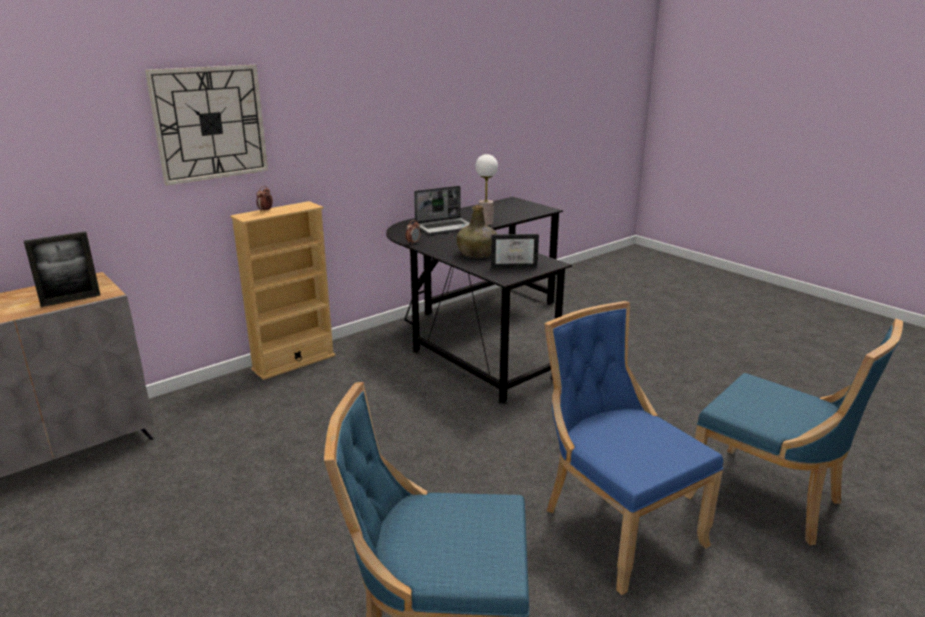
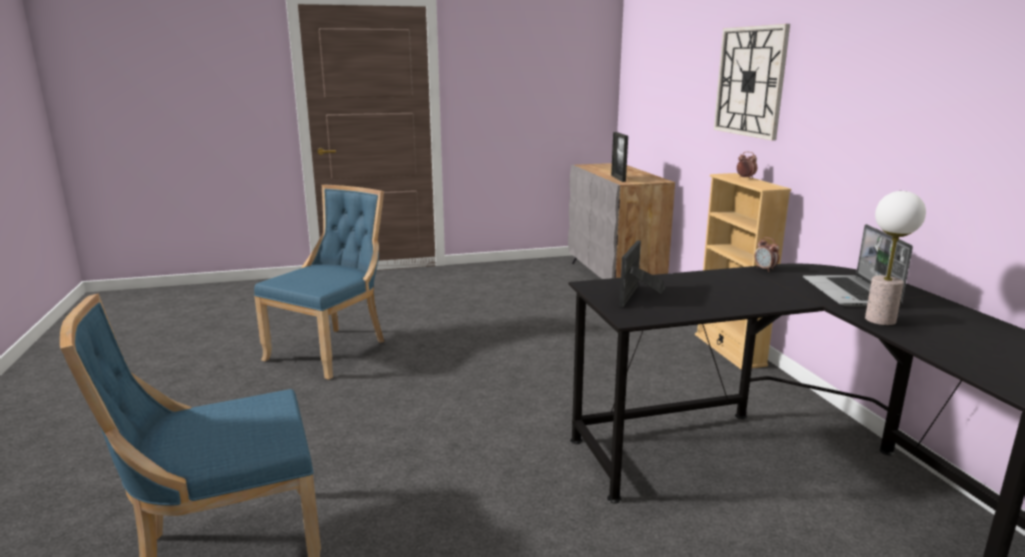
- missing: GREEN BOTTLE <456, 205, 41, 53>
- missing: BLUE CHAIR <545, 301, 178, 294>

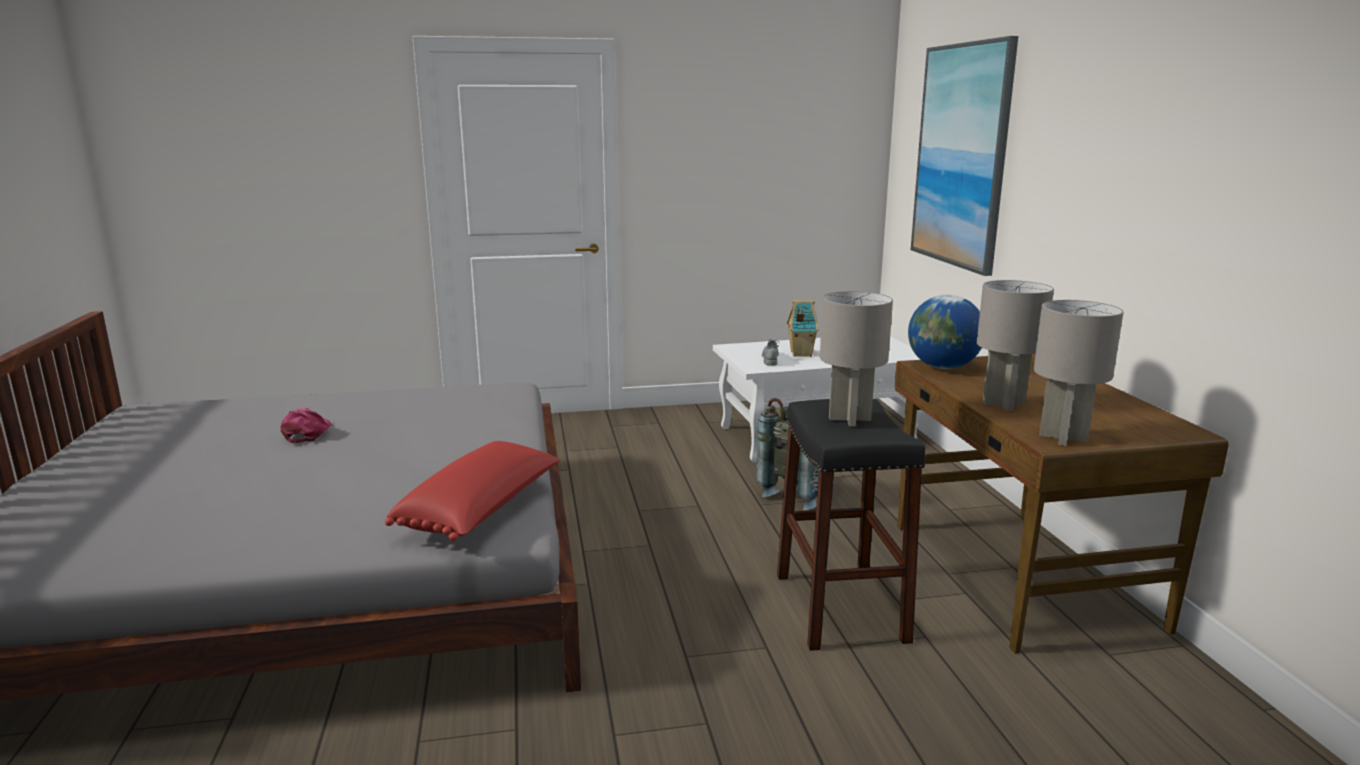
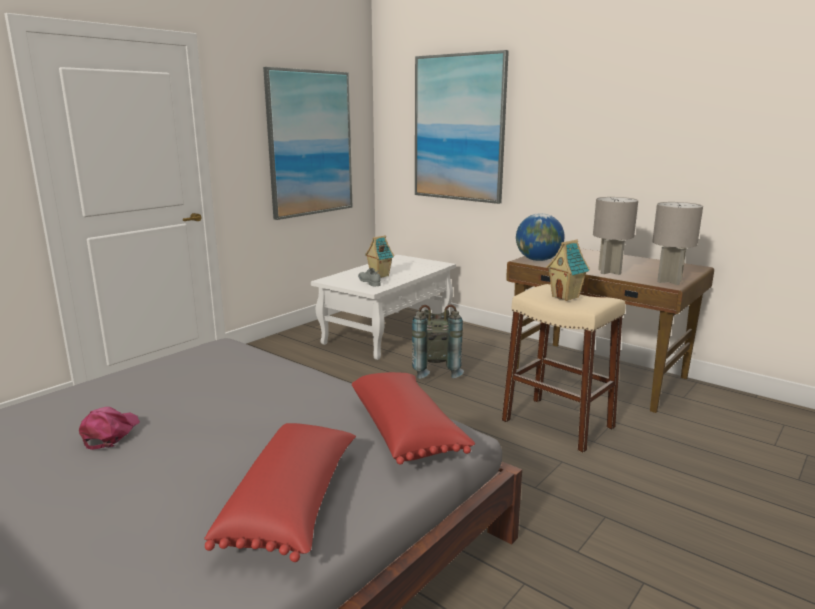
- spun: PINK CAP <280, 408, 52, 35> = <79, 407, 61, 43> 45 degrees clockwise
- appeared: RED PILLOW <204, 423, 152, 139>
- appeared: PICTURE <263, 67, 89, 153>
- colour: BLACK STOOL <777, 399, 148, 252> to BEIGE STOOL <502, 284, 124, 169>
- exchanged: GREY TABLE LAMP <820, 291, 73, 136> to TOY HOUSE <546, 240, 44, 61>

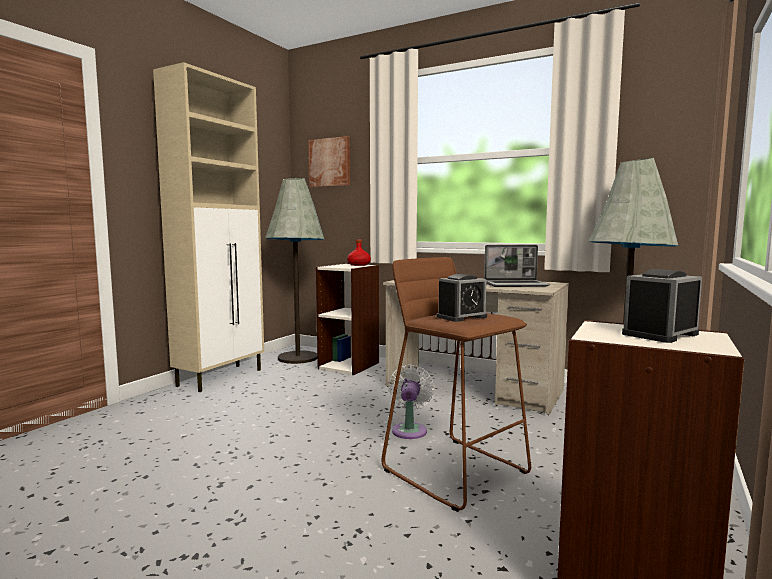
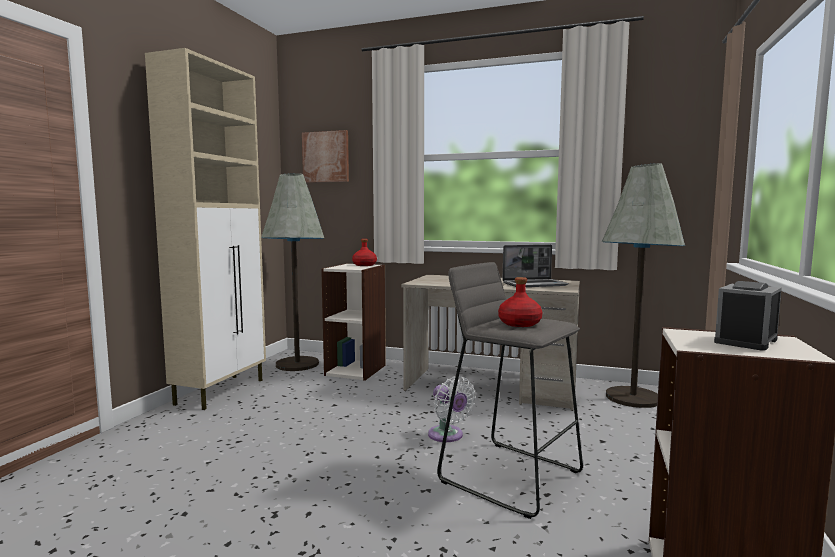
- spun: WHITE FAN <388, 365, 46, 74> = <428, 376, 48, 66> 150 degrees clockwise
- colour: BROWN STOOL <382, 257, 149, 255> to GREY STOOL <437, 262, 146, 257>
- exchanged: ALARM CLOCK <437, 274, 50, 48> to RED BOTTLE <498, 277, 44, 50>

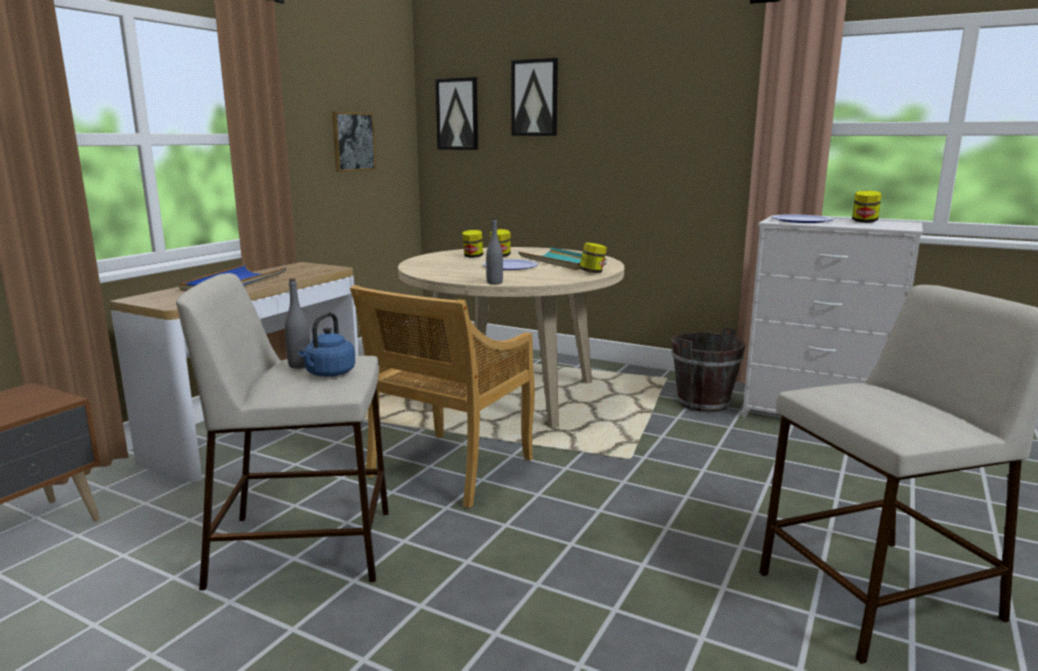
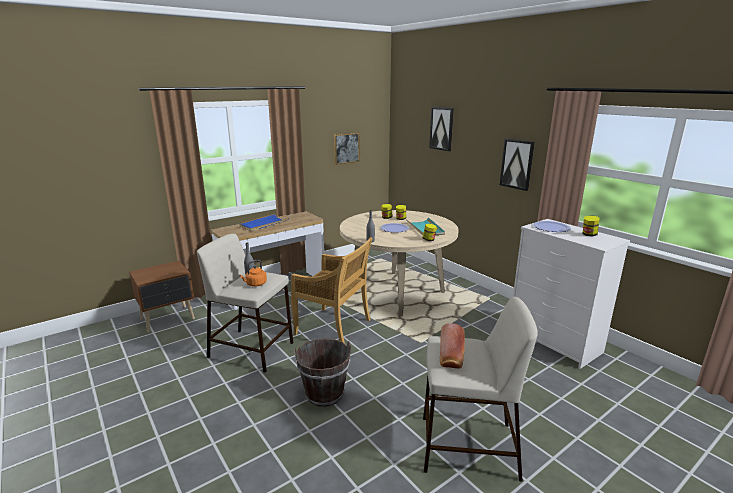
- colour: BLUE KETTLE <299, 313, 56, 64> to ORANGE KETTLE <240, 260, 27, 27>
- spun: BEIGE CHAIR <350, 285, 185, 223> = <291, 237, 82, 107> 120 degrees counterclockwise
- relocated: BROWN BUCKET <671, 327, 75, 85> to <294, 338, 57, 69>
- appeared: BREAD <440, 323, 25, 46>
- relocated: PICTURE <435, 77, 43, 73> to <500, 139, 35, 52>

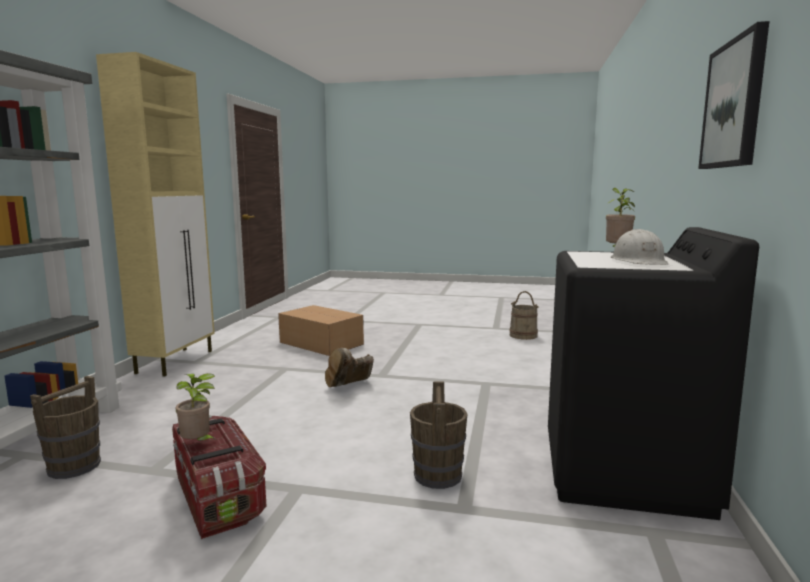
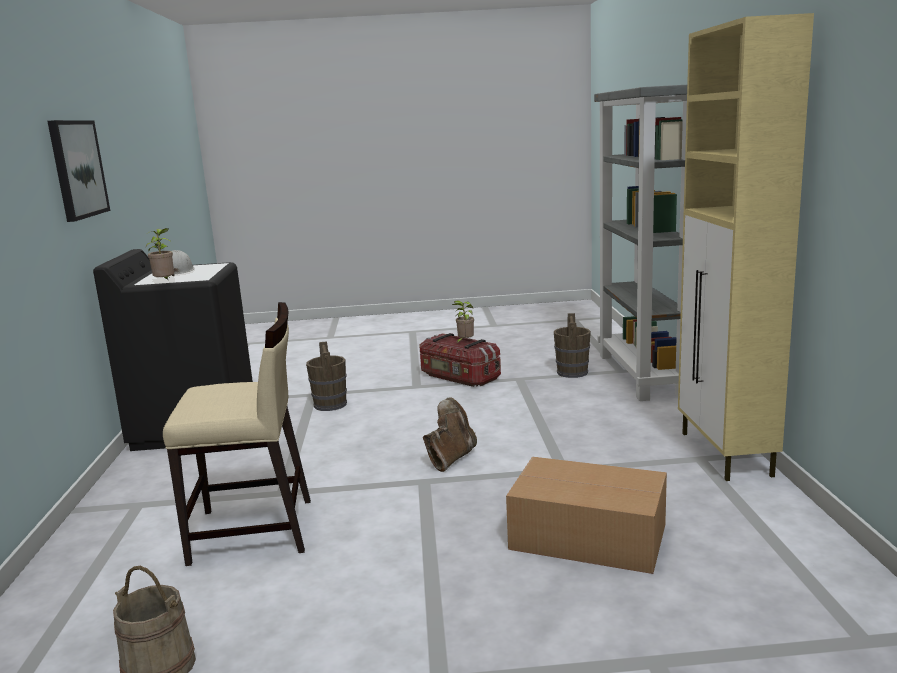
- appeared: BEIGE CHAIR <163, 302, 148, 264>

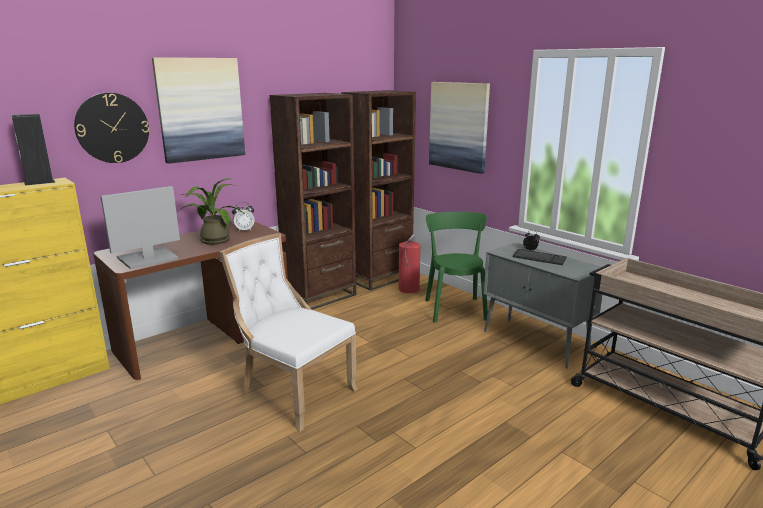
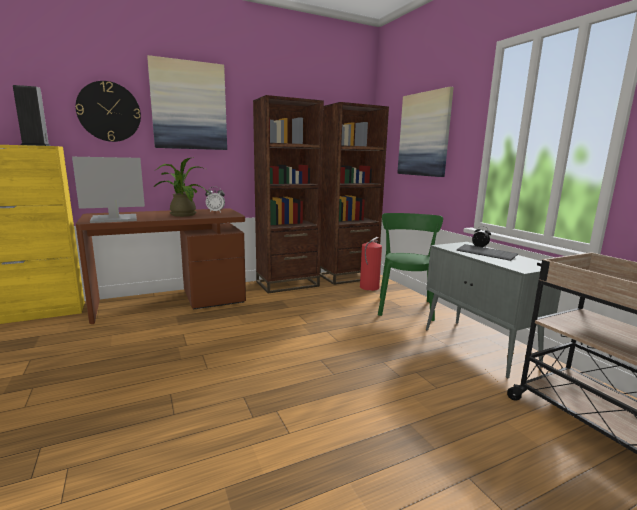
- missing: WHITE CHAIR <219, 233, 139, 199>

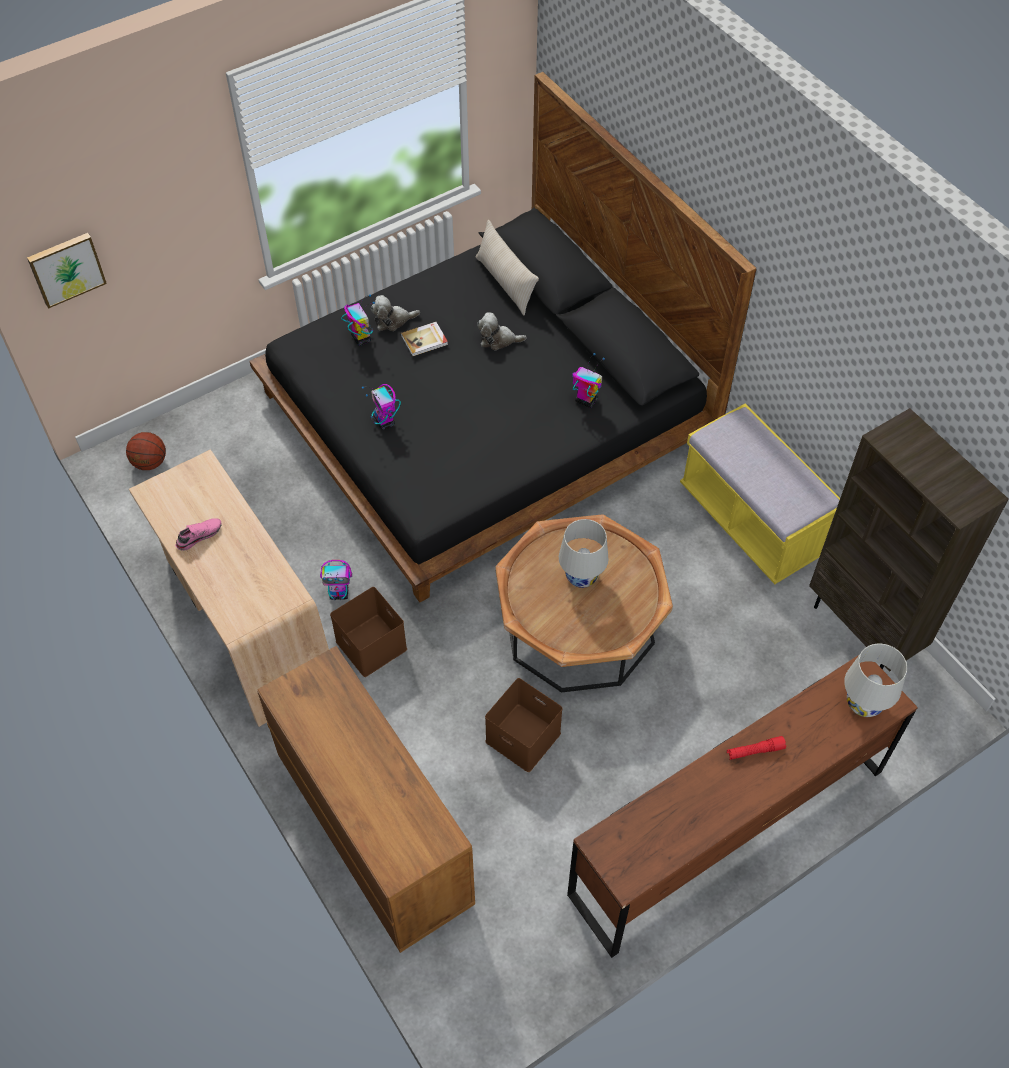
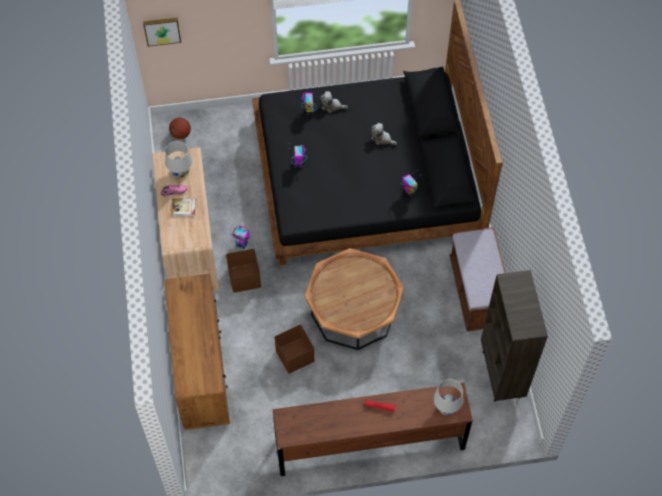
- relocated: WHITE TABLE LAMP <559, 519, 49, 69> to <165, 141, 27, 37>
- relocated: BOOK <401, 322, 47, 34> to <171, 198, 25, 18>
- colour: YELLOW BENCH <680, 403, 160, 181> to BROWN BENCH <449, 227, 57, 104>
- missing: BEIGE PILLOW <476, 220, 63, 95>

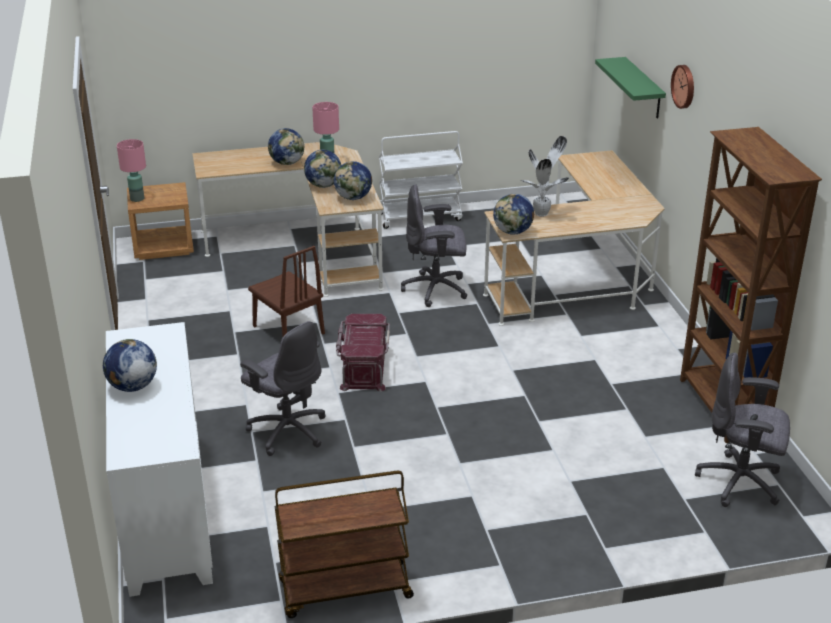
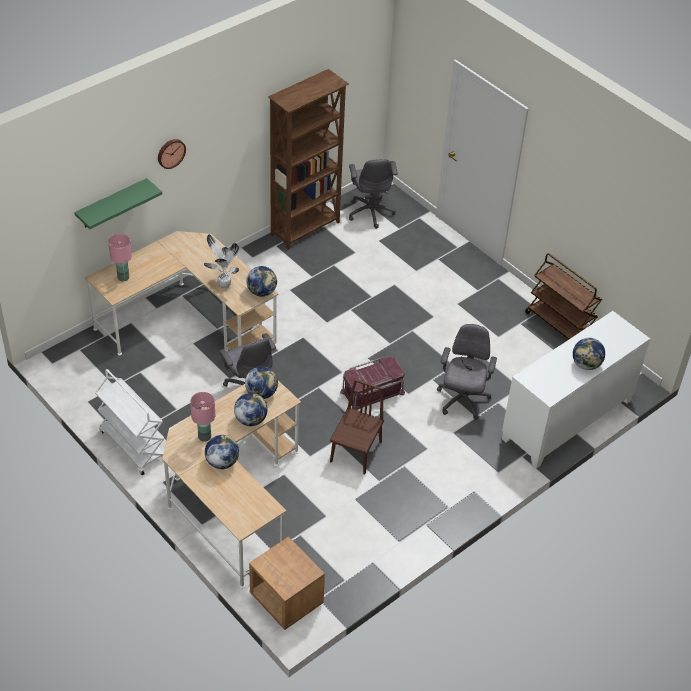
- relocated: PINK TABLE LAMP <117, 139, 29, 63> to <108, 234, 24, 47>

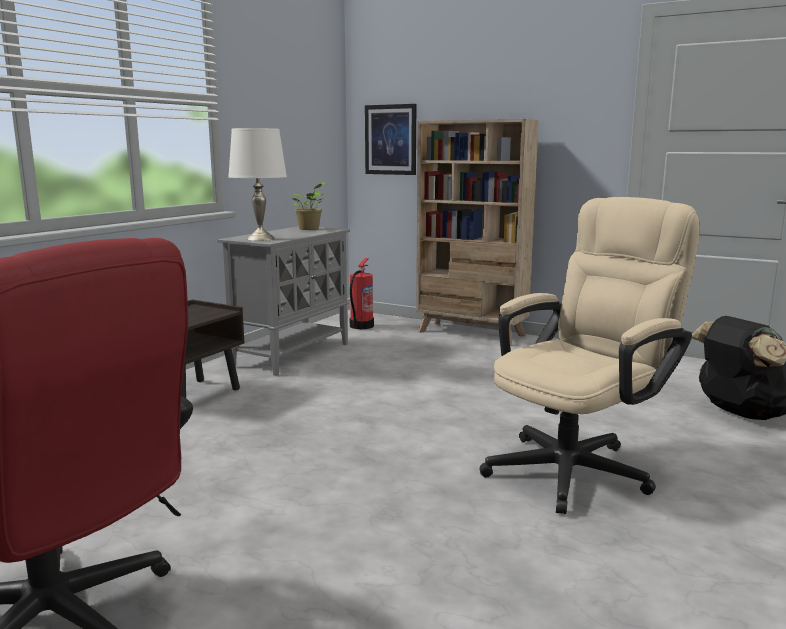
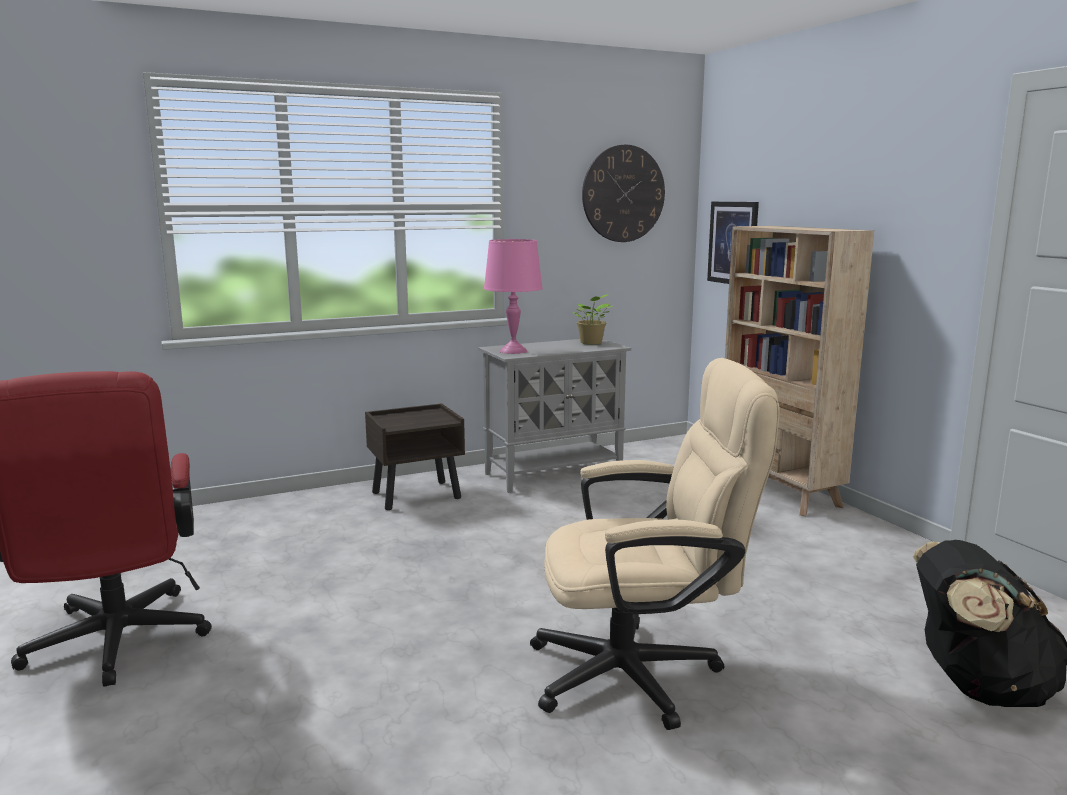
- colour: WHITE TABLE LAMP <228, 128, 59, 113> to PINK TABLE LAMP <484, 239, 59, 115>
- appeared: WALL CLOCK <582, 145, 83, 97>
- missing: FIRE EXTINGUISHER <350, 258, 24, 71>

